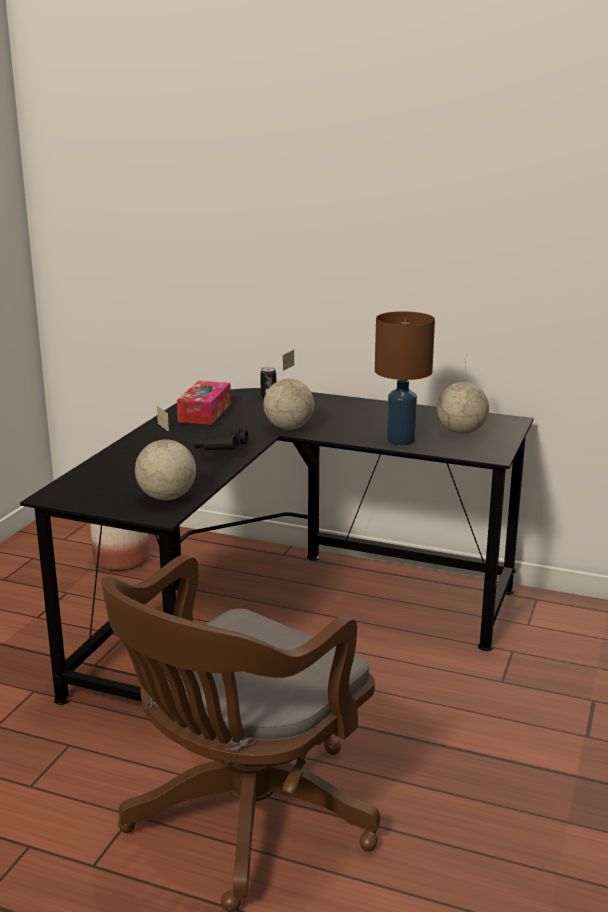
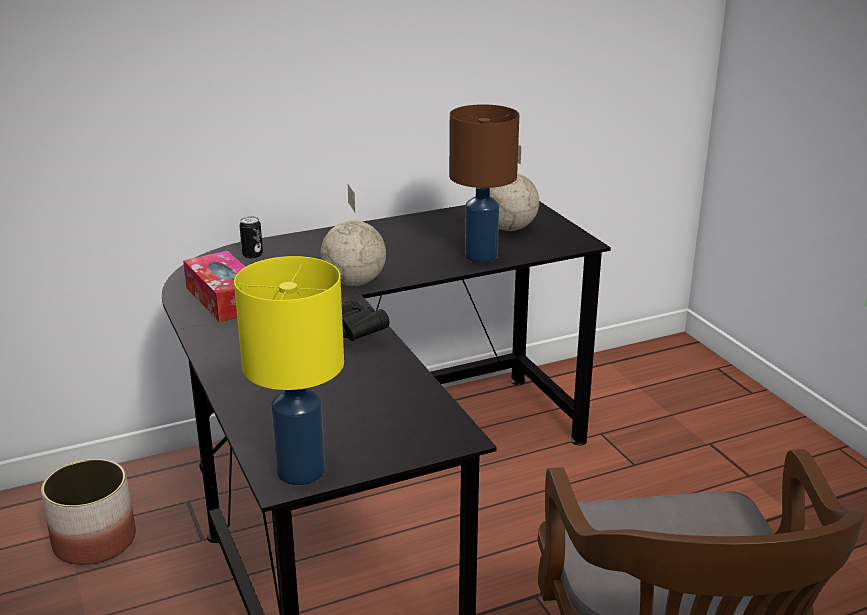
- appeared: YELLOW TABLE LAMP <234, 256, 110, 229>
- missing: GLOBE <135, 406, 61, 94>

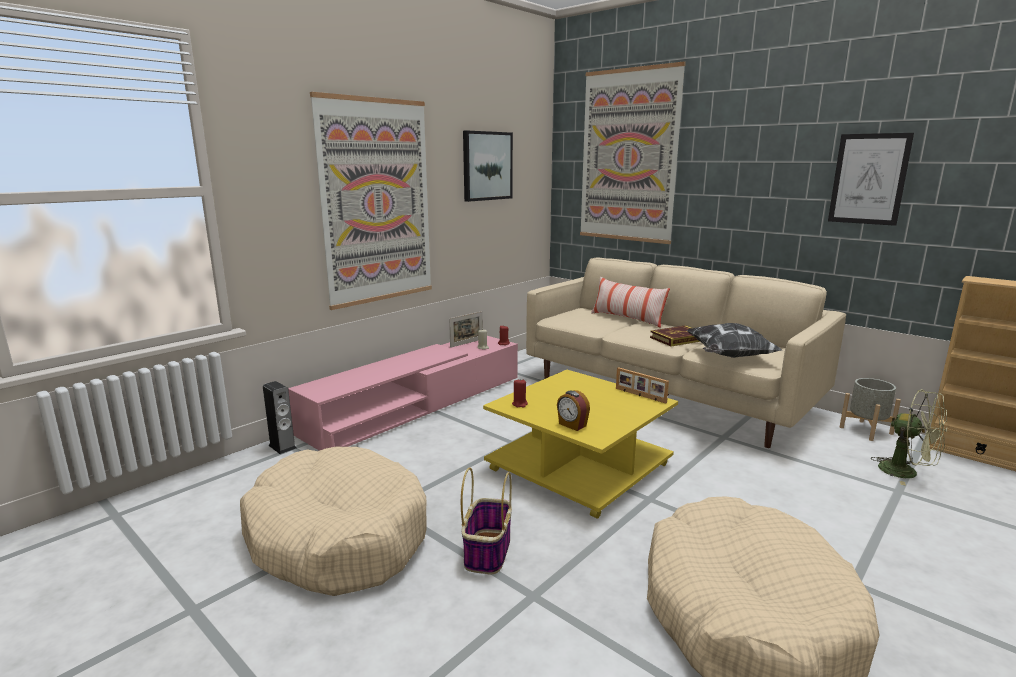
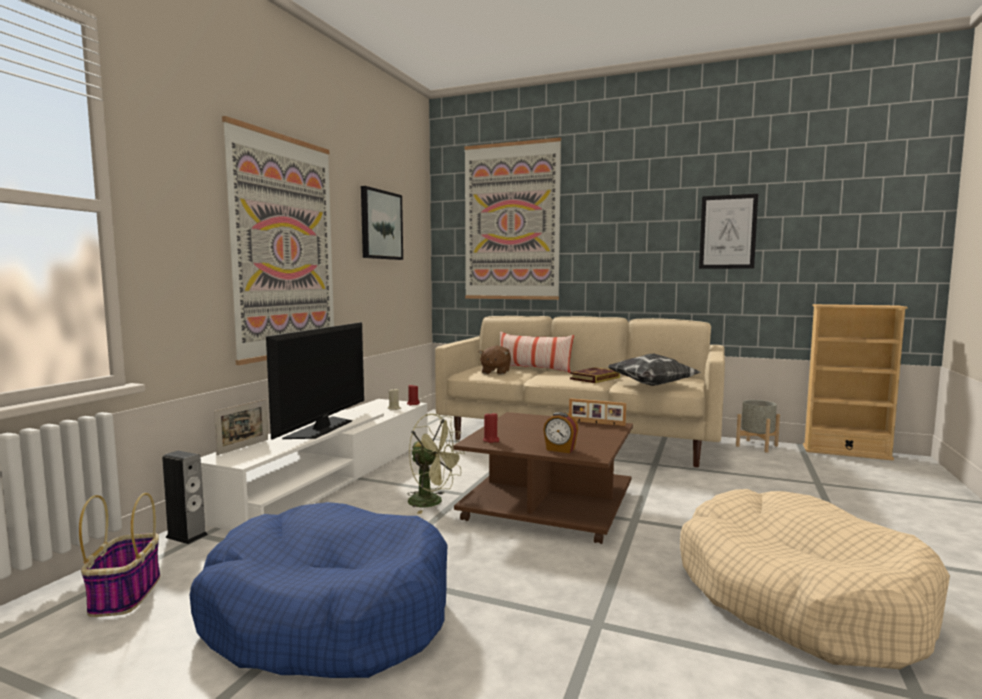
- relocated: BASKET <461, 468, 51, 106> to <79, 493, 81, 124>
- colour: BEIGE DOG BED <240, 447, 187, 149> to BLUE DOG BED <190, 502, 258, 176>
- colour: PINK TV STAND <288, 336, 230, 115> to WHITE TV STAND <201, 399, 227, 132>
- relocated: PICTURE FRAME <449, 311, 34, 37> to <214, 399, 54, 56>
- appeared: TELEVISION <266, 322, 98, 117>
- relocated: GREEN FAN <870, 389, 77, 96> to <407, 414, 58, 100>
- colour: YELLOW COFFEE TABLE <483, 370, 195, 149> to BROWN COFFEE TABLE <453, 412, 180, 132>
- appeared: BROWN PLUSH TOY <479, 345, 32, 30>

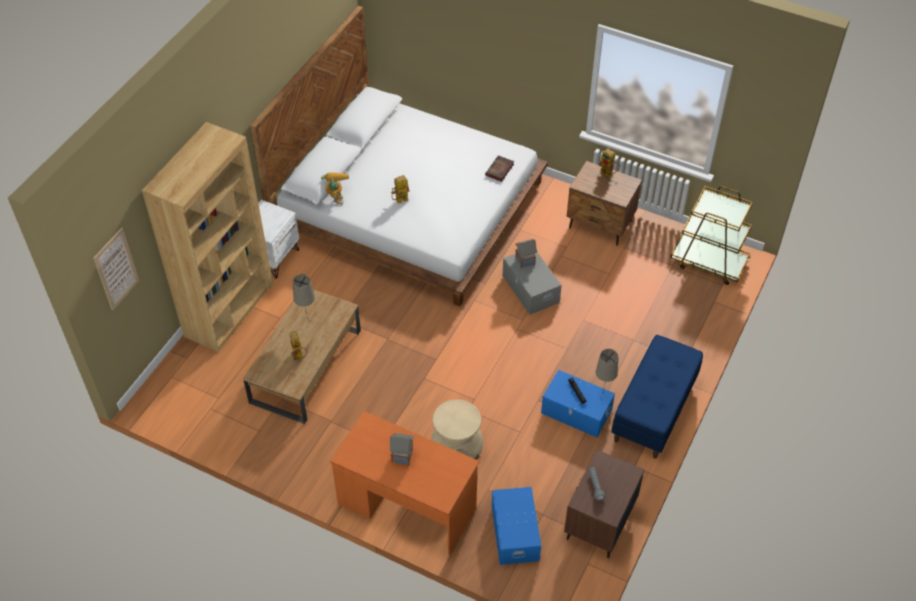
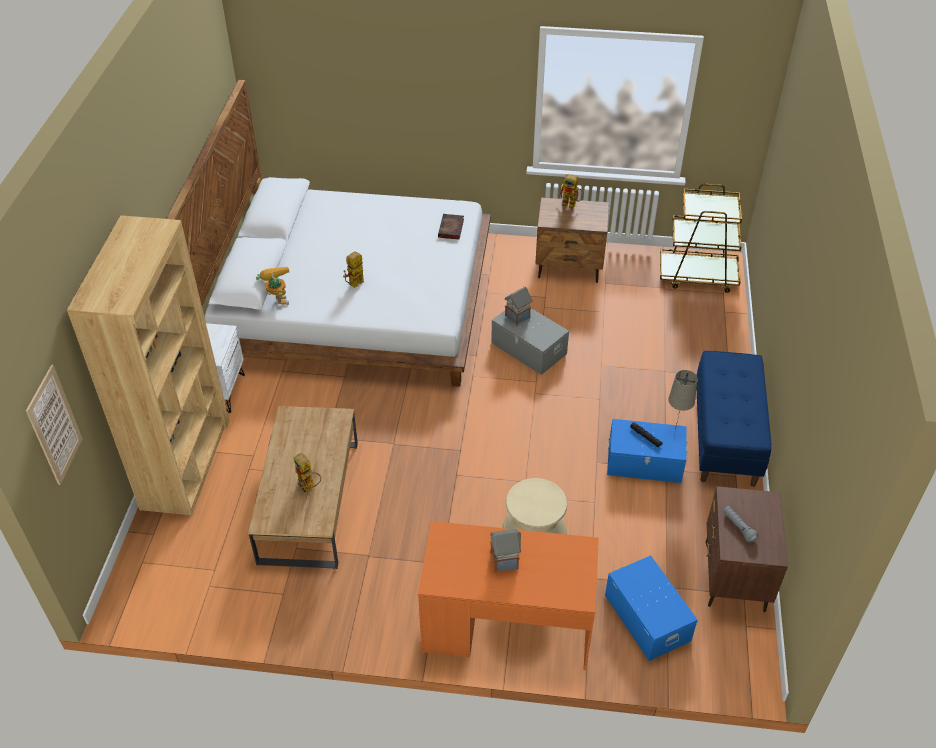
- missing: BEIGE TABLE LAMP <293, 274, 22, 49>

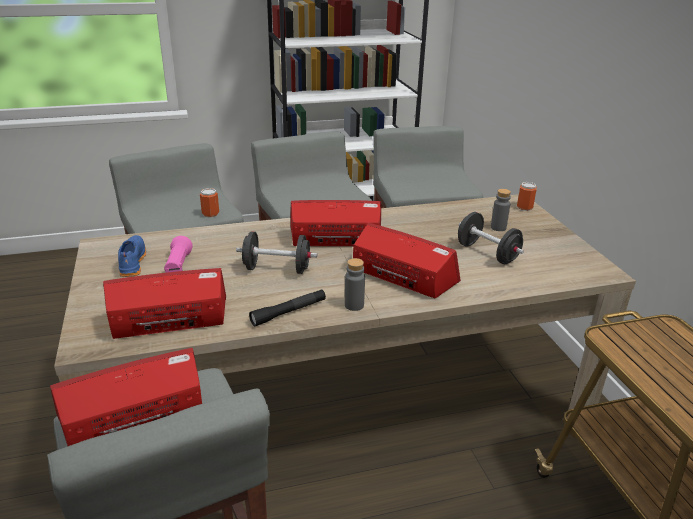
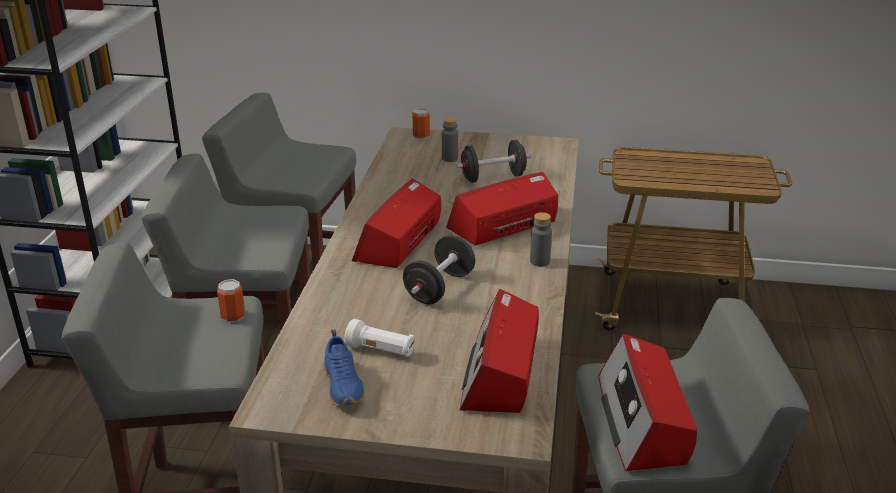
- spun: BLUE SHOE <118, 235, 28, 42> = <323, 329, 42, 78> 120 degrees counterclockwise
- colour: PINK FLASHLIGHT <164, 236, 29, 37> to WHITE FLASHLIGHT <344, 319, 70, 38>
- missing: BLACK FLASHLIGHT <249, 289, 77, 37>

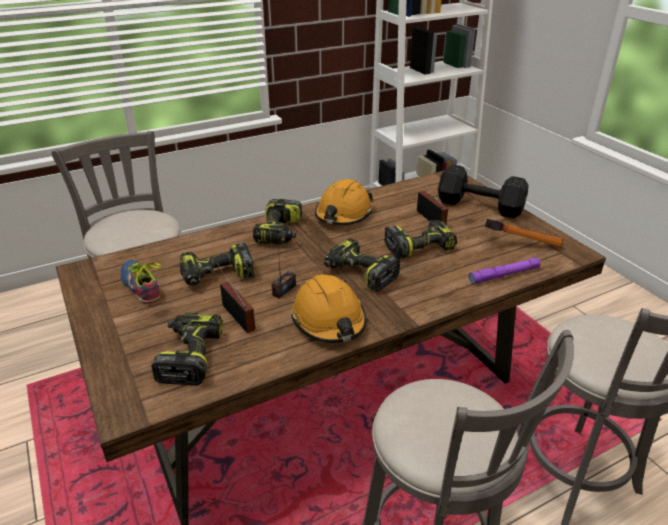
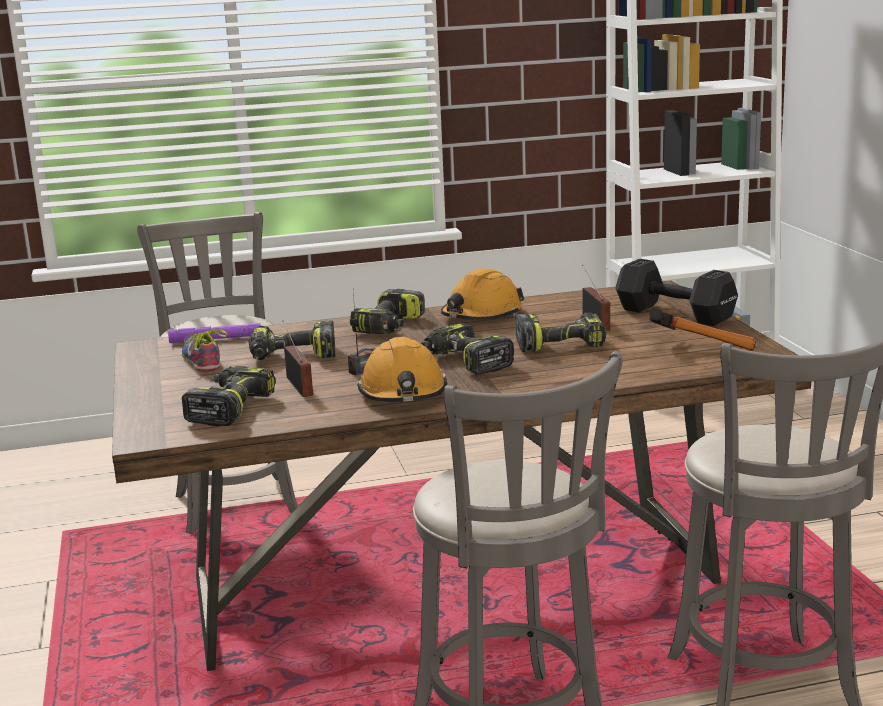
- relocated: PURPLE FLASHLIGHT <469, 258, 72, 26> to <168, 323, 93, 20>

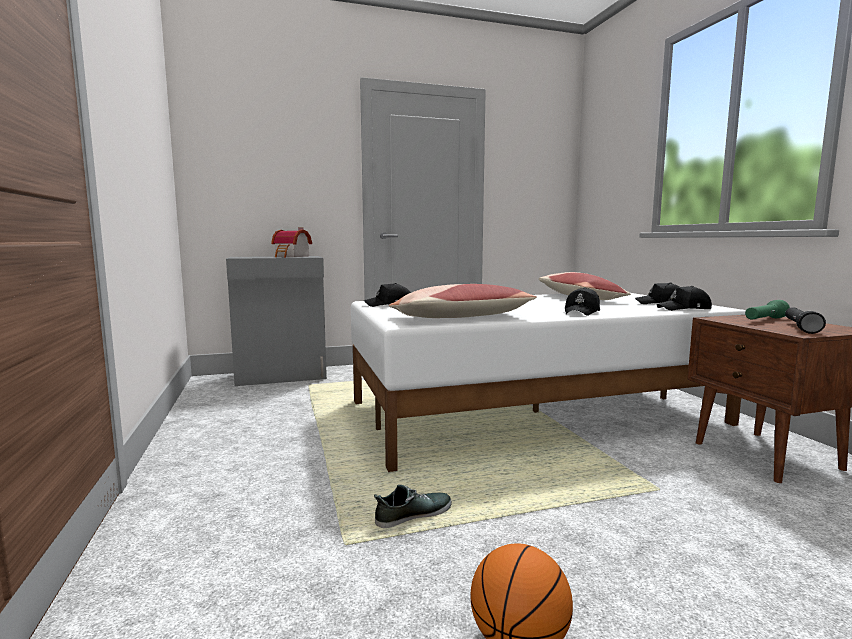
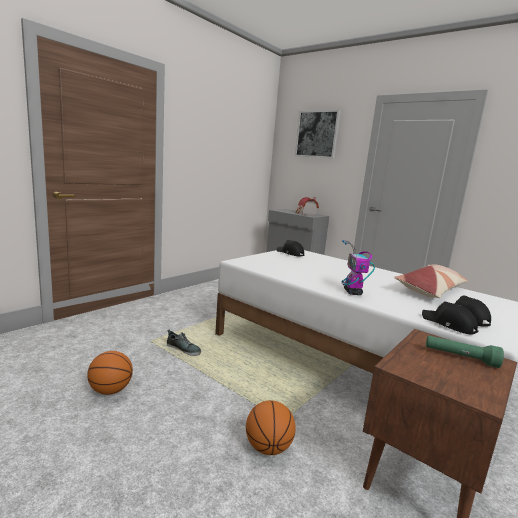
- appeared: BASKETBALL <246, 400, 50, 55>
- appeared: PICTURE <295, 110, 46, 48>
- exchanged: BLACK CAP <565, 287, 35, 29> to TOY ROBOT <342, 240, 33, 55>
- missing: PILLOW <389, 284, 148, 34>
- missing: BLACK FLASHLIGHT <785, 307, 41, 27>

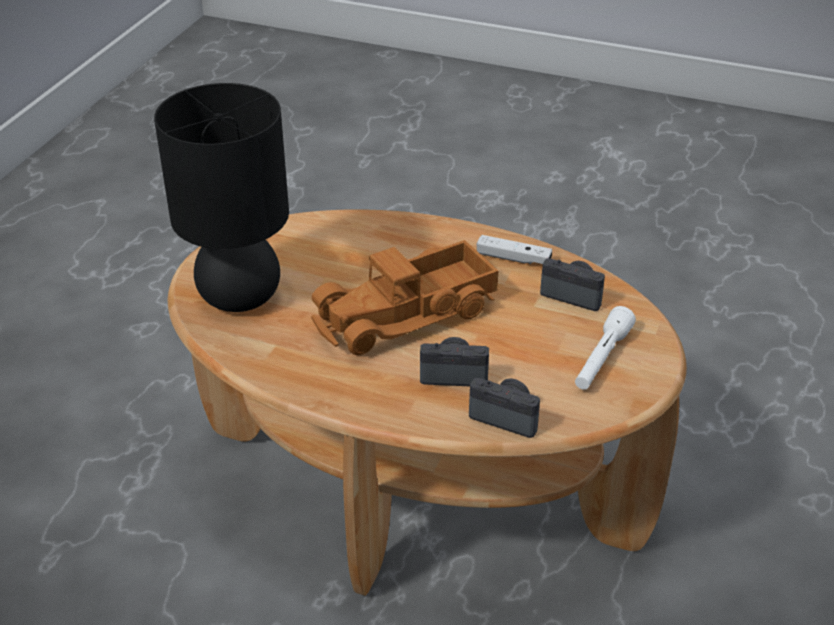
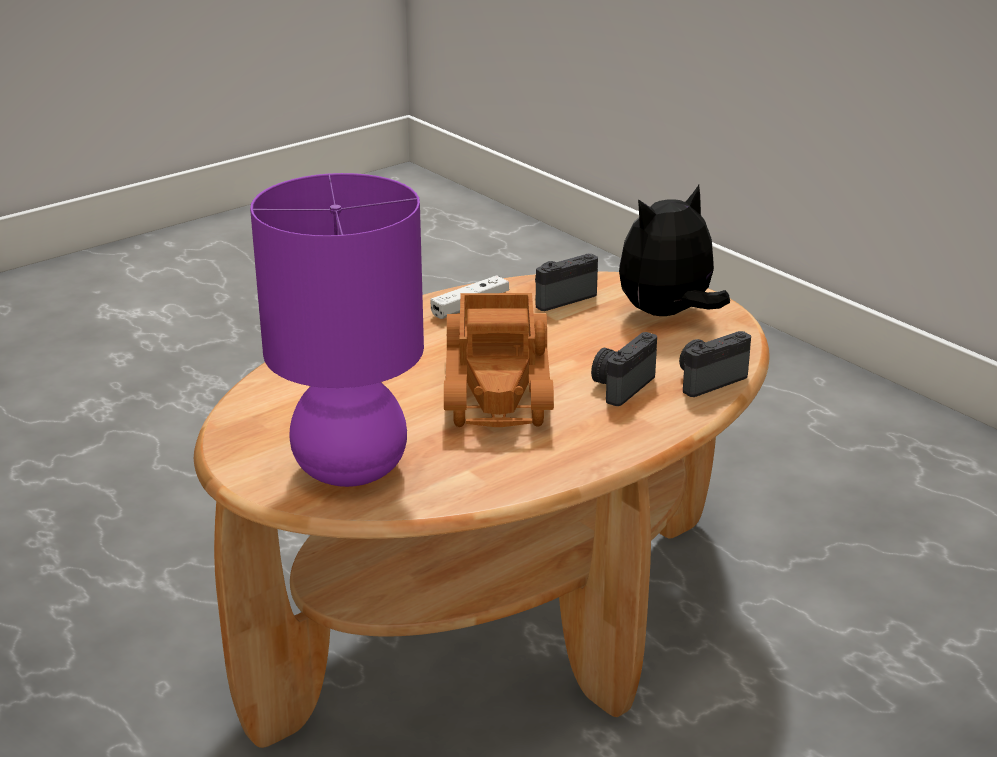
- colour: BLACK TABLE LAMP <154, 83, 135, 229> to PURPLE TABLE LAMP <250, 173, 174, 314>
- exchanged: WHITE FLASHLIGHT <575, 306, 61, 84> to PLUSH TOY <619, 185, 111, 131>

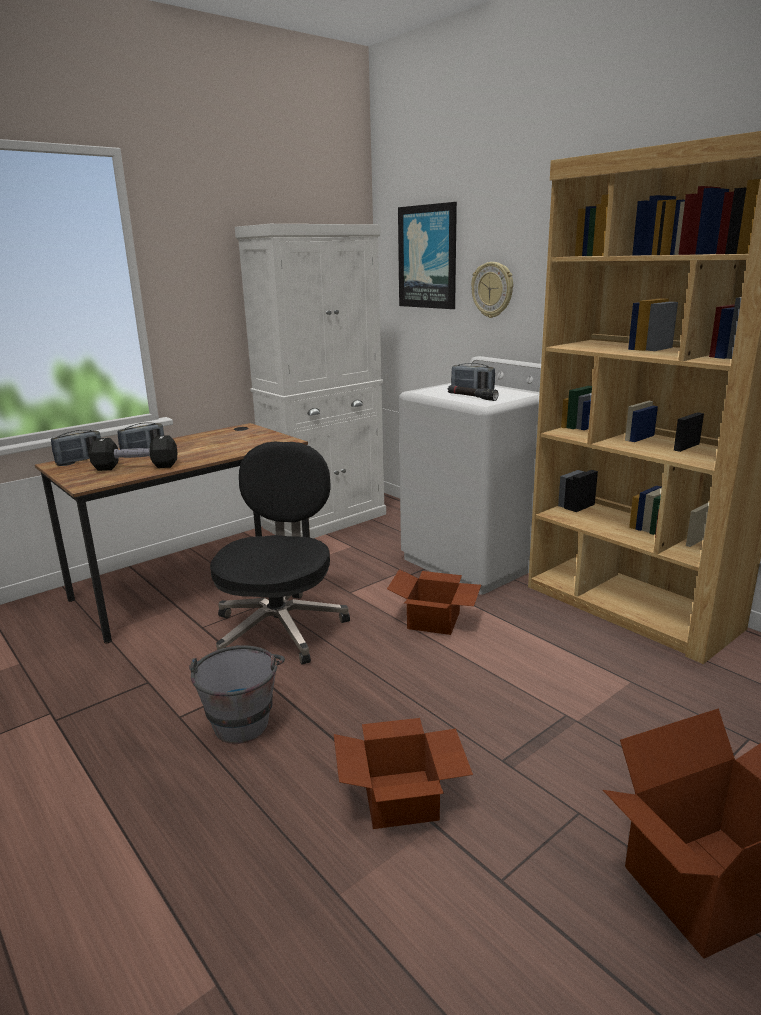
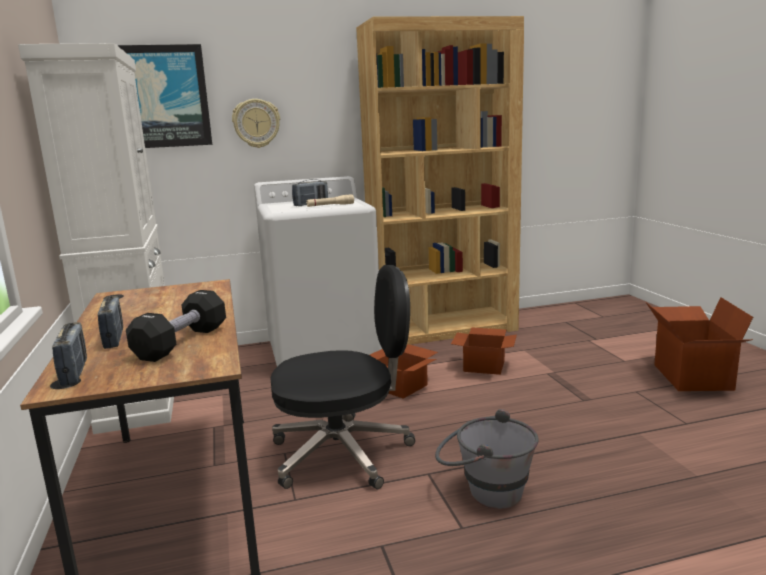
- spun: BLACK OFFICE CHAIR <210, 441, 140, 223> = <270, 265, 145, 224> 135 degrees clockwise
- colour: BLACK FLASHLIGHT <448, 385, 51, 16> to BEIGE FLASHLIGHT <306, 194, 48, 13>
- relocated: CARDBOARD BOX <334, 718, 139, 111> to <451, 328, 66, 47>

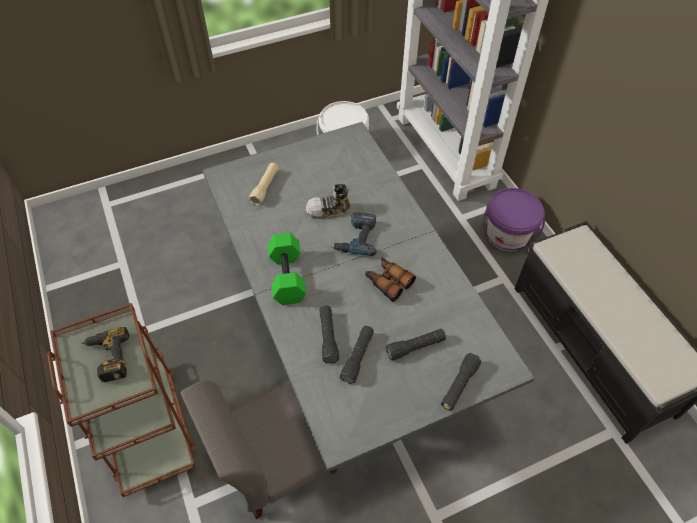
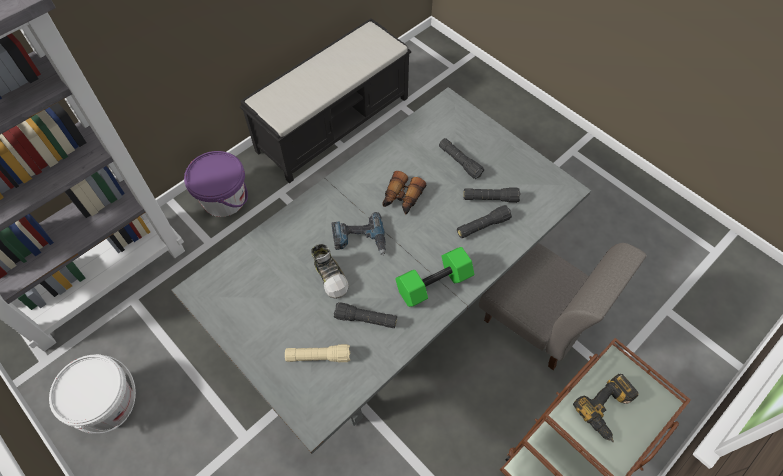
- relocated: BLACK FLASHLIGHT <441, 353, 40, 58> to <334, 302, 63, 26>

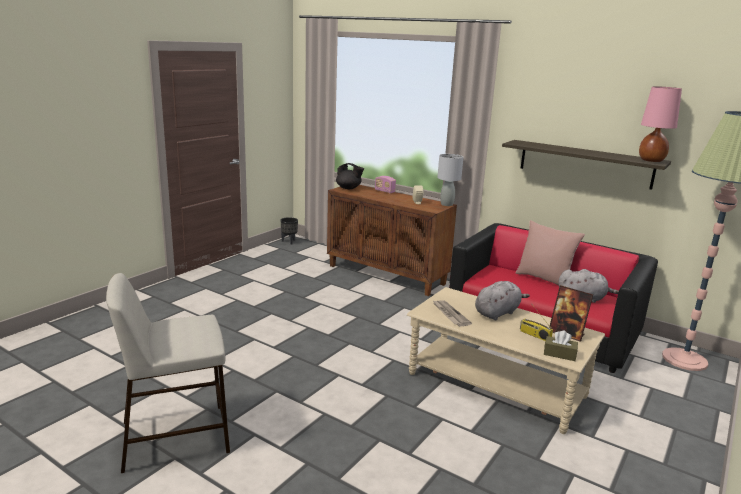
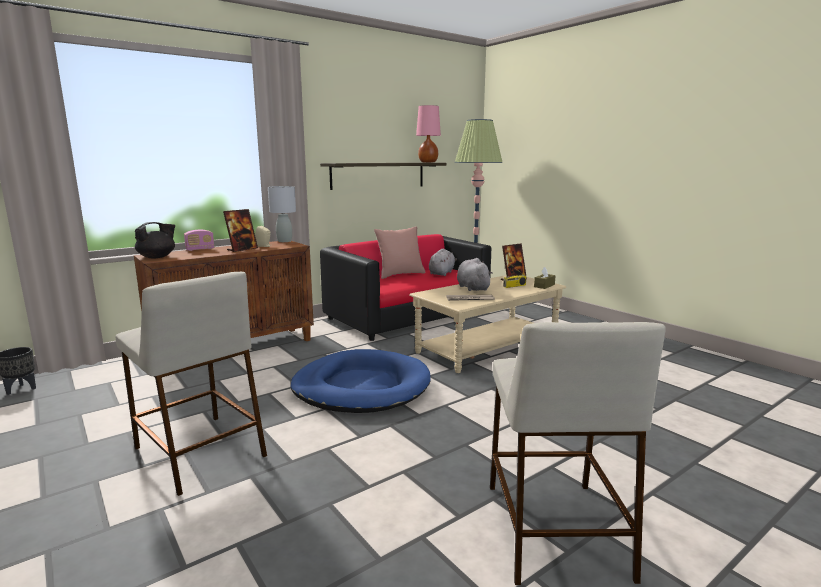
- appeared: BEIGE STOOL <116, 272, 151, 224>
- appeared: PICTURE FRAME <223, 209, 35, 43>
- appeared: BLUE DOG BED <290, 349, 141, 64>

